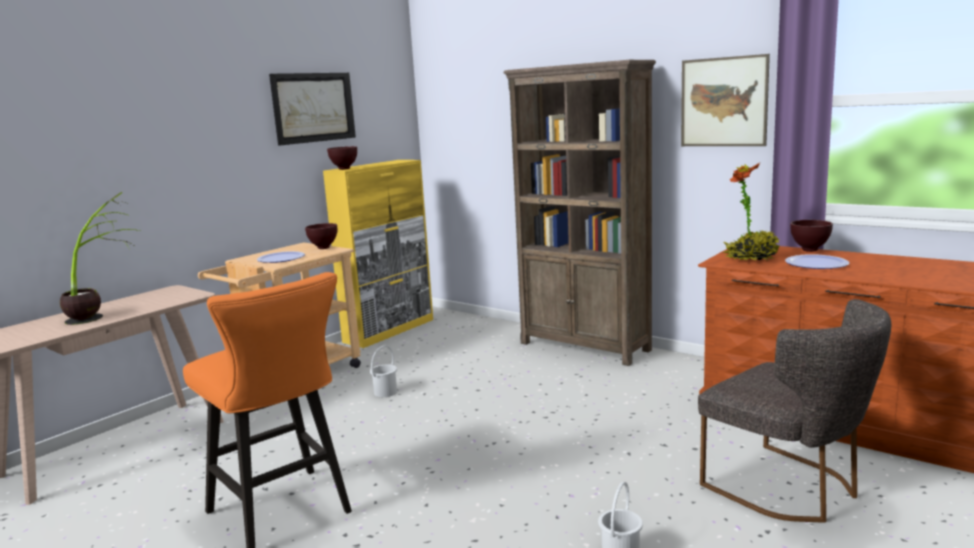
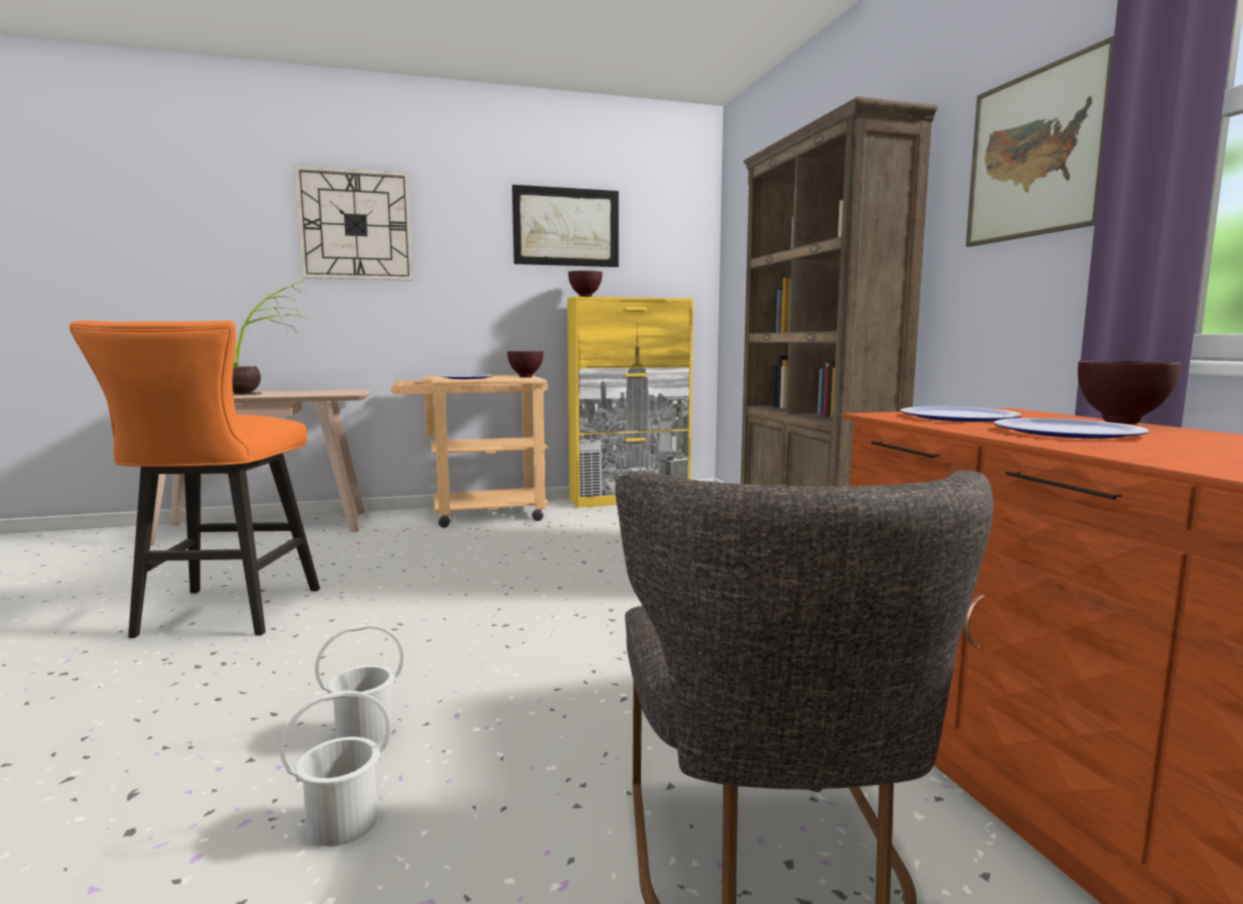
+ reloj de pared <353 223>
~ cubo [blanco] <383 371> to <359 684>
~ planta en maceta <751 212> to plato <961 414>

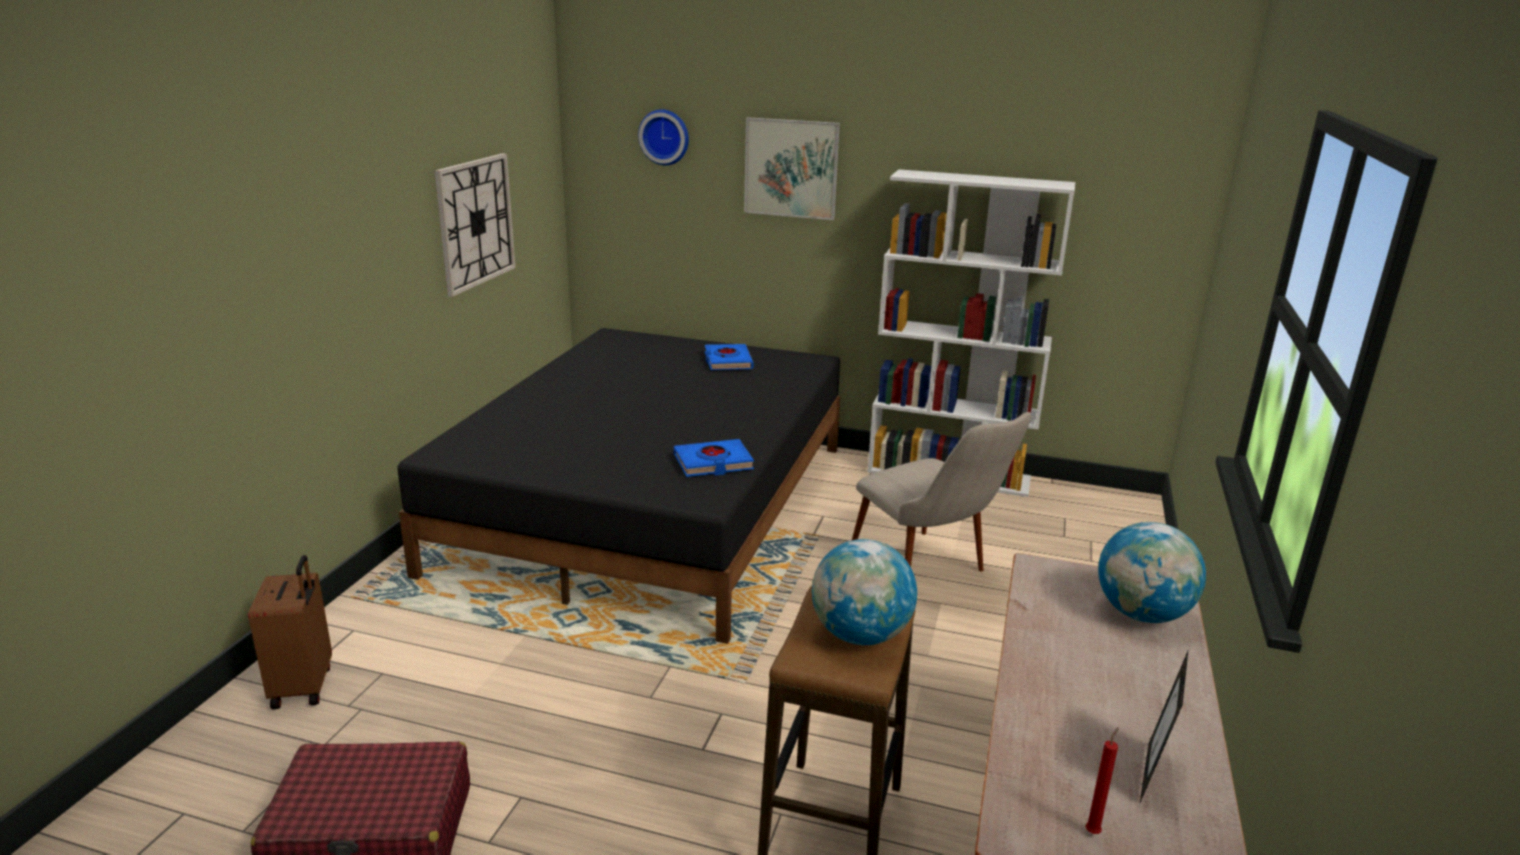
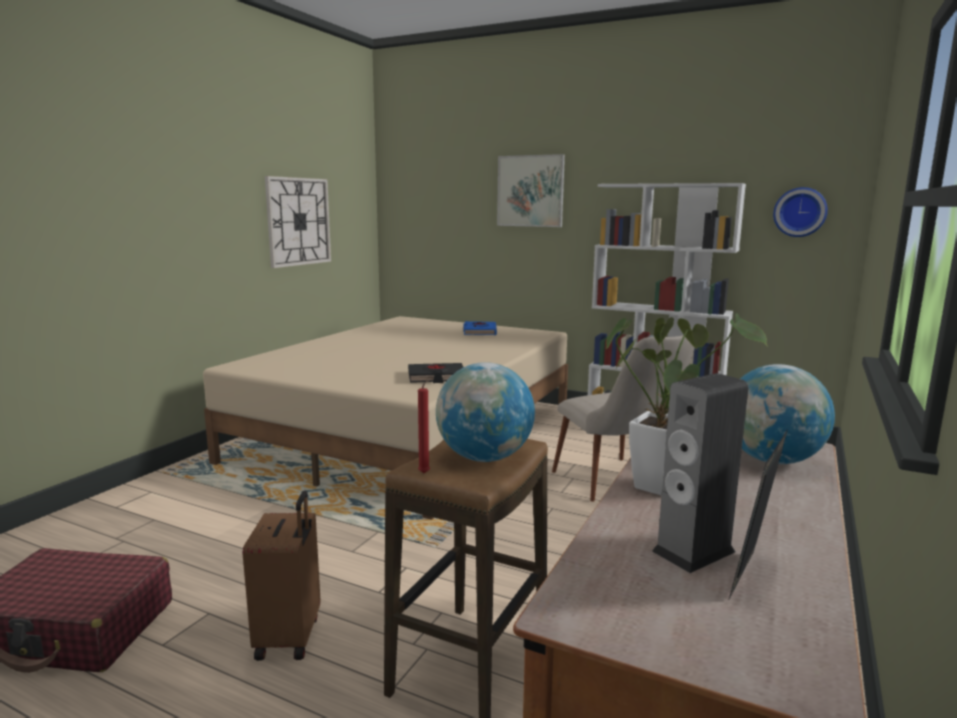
~ cama [negro] <619 486> to cama [beis] <385 418>
~ maleta [marrón] <290 632> to <281 576>
~ libro [azul] <714 458> to libro [negro] <435 373>
~ vela [rojo] <1102 780> to <424 425>
+ planta en maceta <686 404>
+ altavoz <700 473>
~ reloj de pared <663 137> to <800 212>

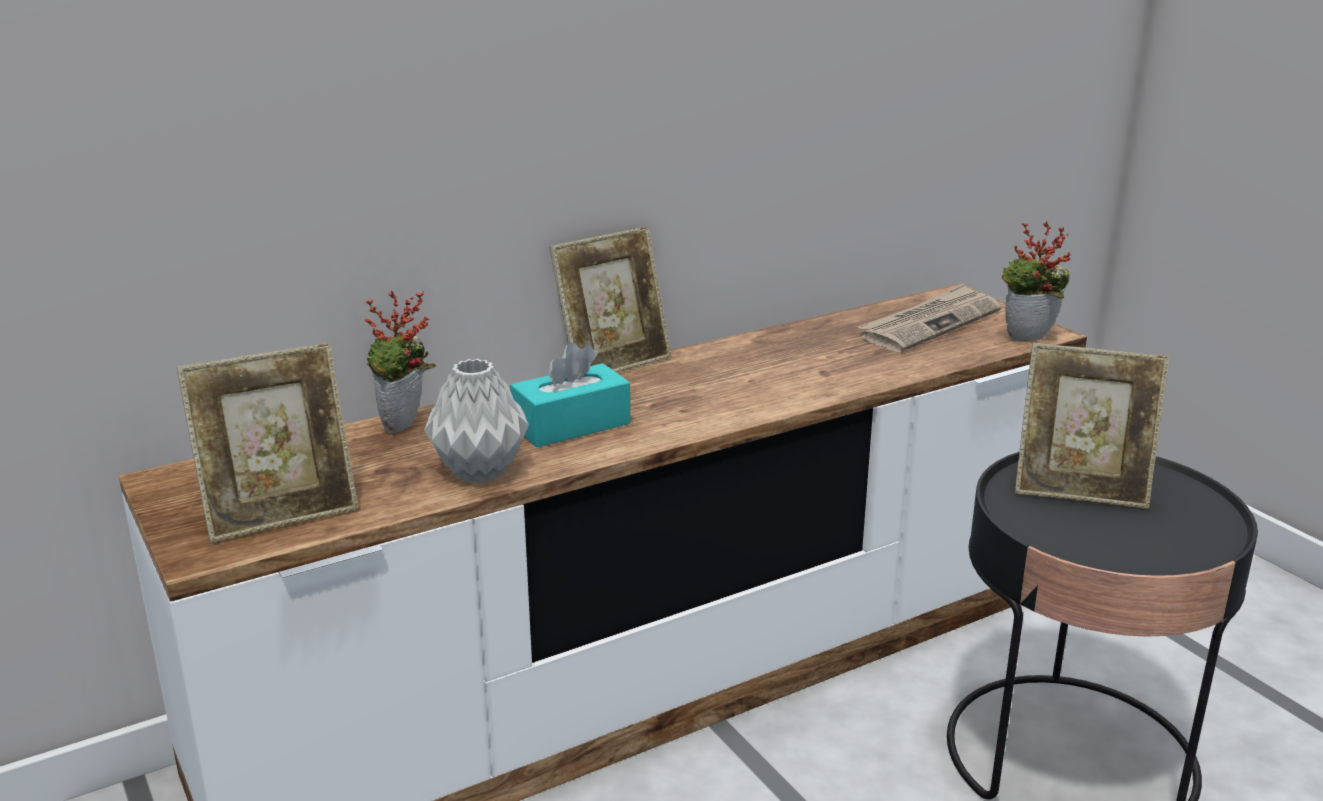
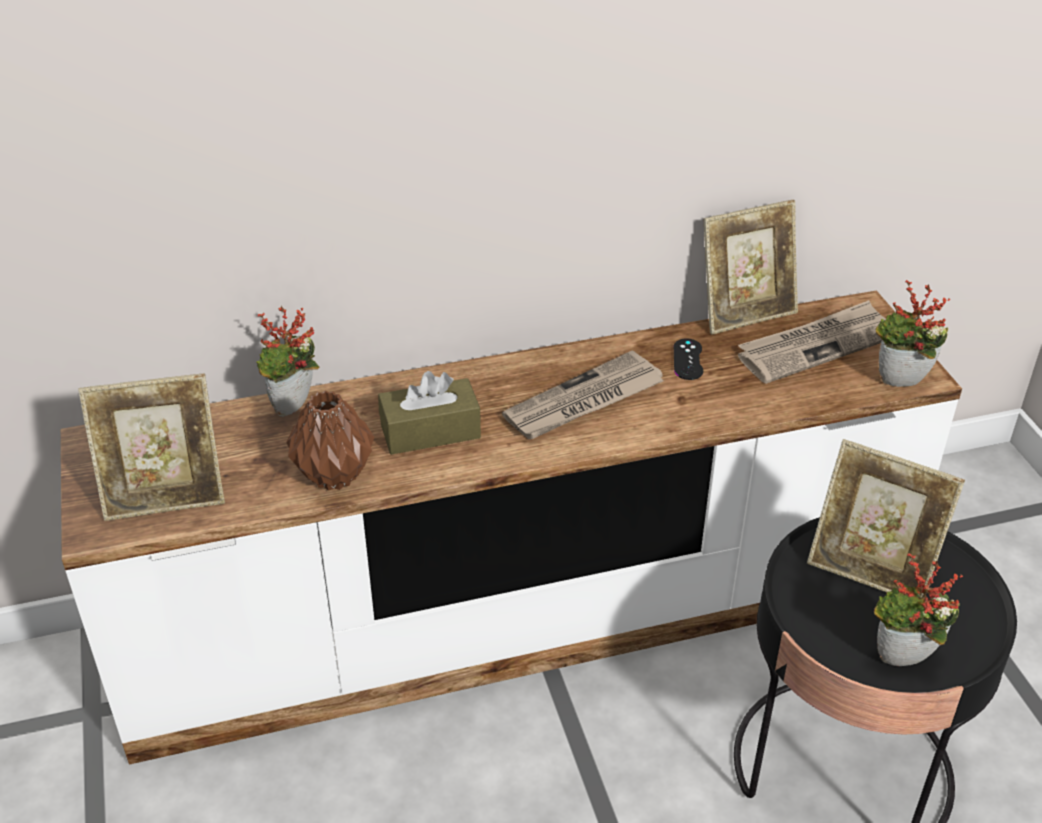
~ florero [gris] <476 421> to florero [marrón] <330 440>
~ caja de pañuelos [turquesa] <570 395> to caja de pañuelos [marrón] <429 413>
+ periódico <583 394>
+ mando de consola [negro] <688 359>
~ portarretratos <611 299> to <751 267>
+ planta en maceta <918 609>

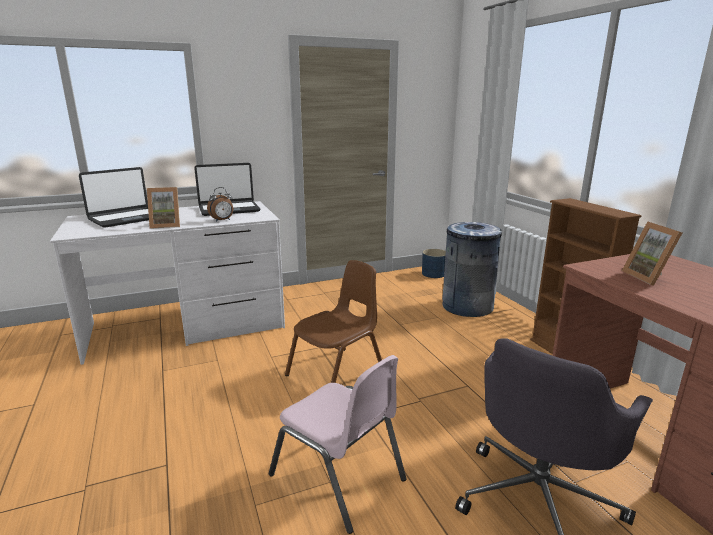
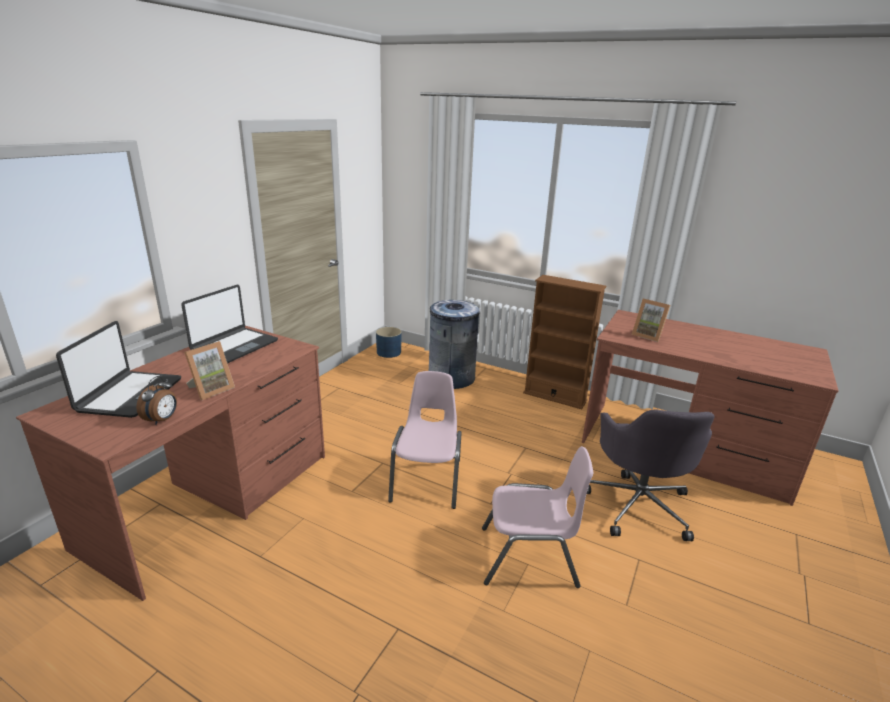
~ escritorio [blanco] <167 283> to escritorio [marrón] <170 463>
~ despertador <220 204> to <156 400>
~ silla [marrón] <333 321> to silla [rosa] <424 440>

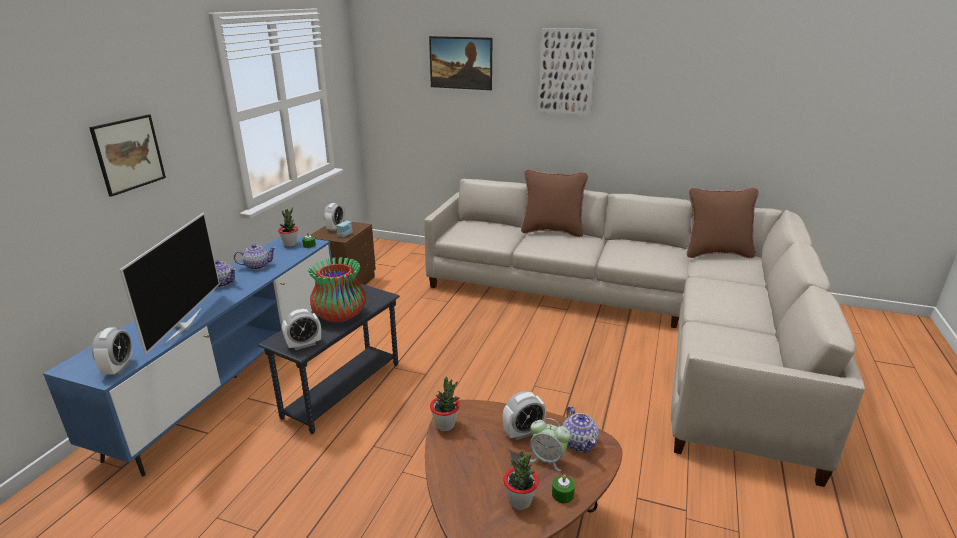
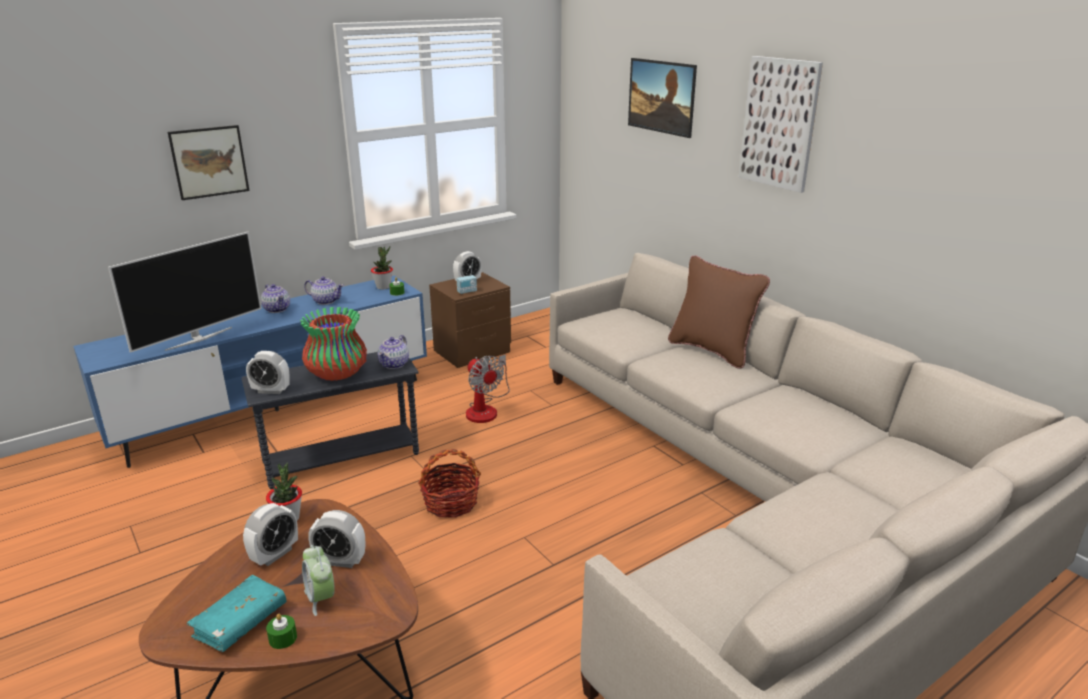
~ planta en maceta <521 480> to libro [turquesa] <237 613>
~ despertador <112 351> to <270 534>
~ tetera <581 429> to <393 352>
+ cesta <449 483>
+ ventilador <488 388>
- cojín [marrón] <723 222>

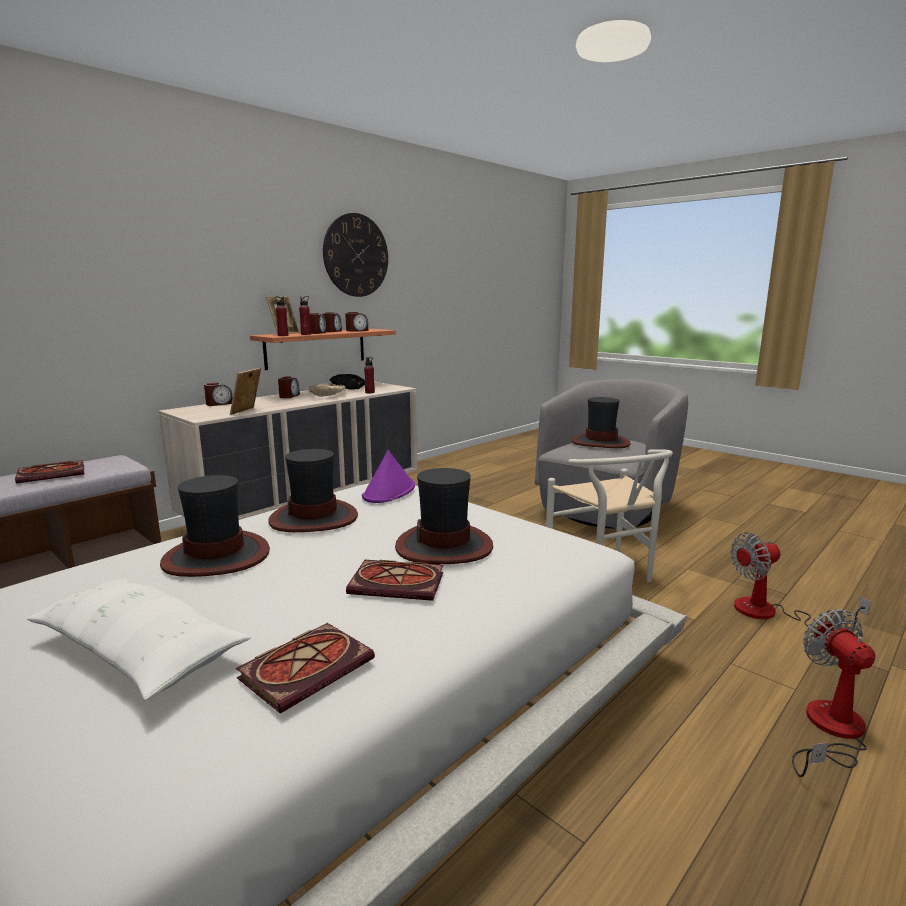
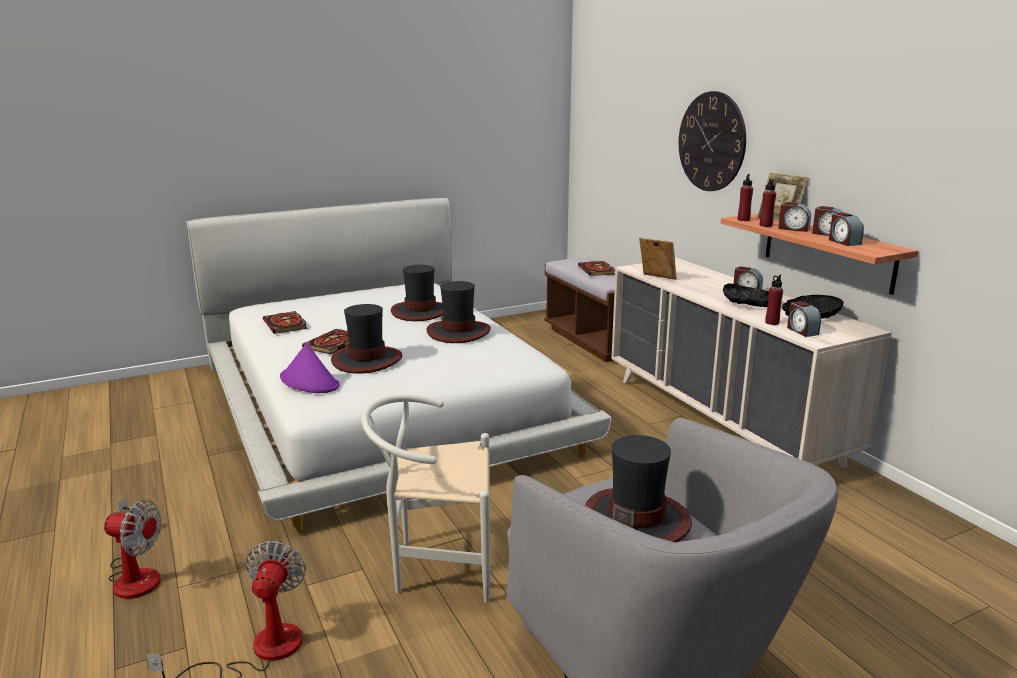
~ sombrero [morado] <388 476> to <309 368>
~ reloj de pared <355 255> to <712 141>
~ cuenco [beis] <326 390> to cuenco [negro] <746 295>
~ despertador <218 394> to <804 319>
- cojín [blanco] <139 639>

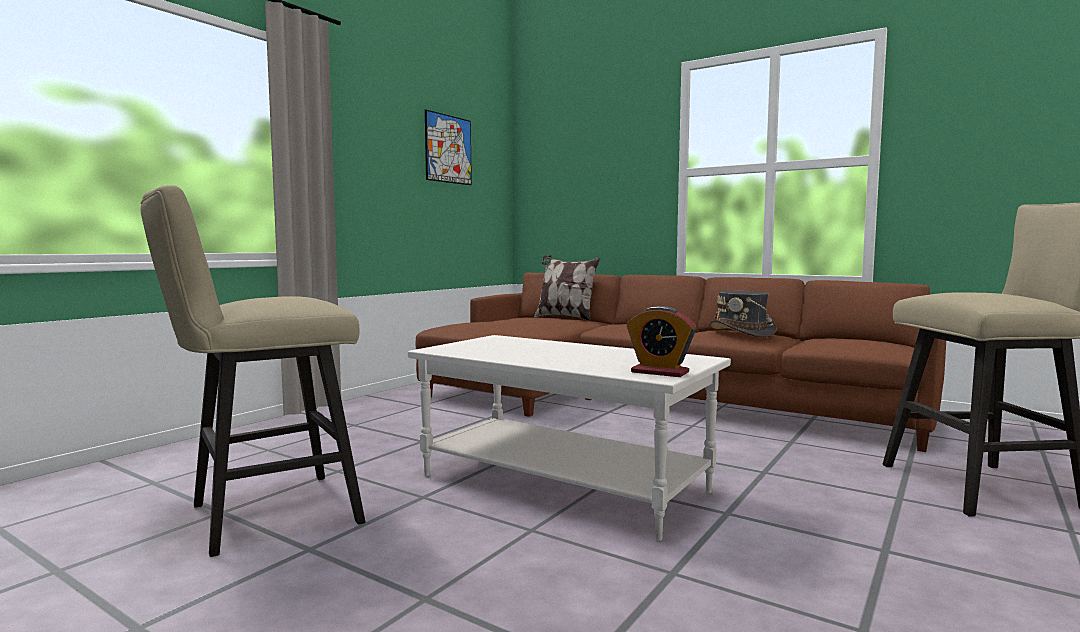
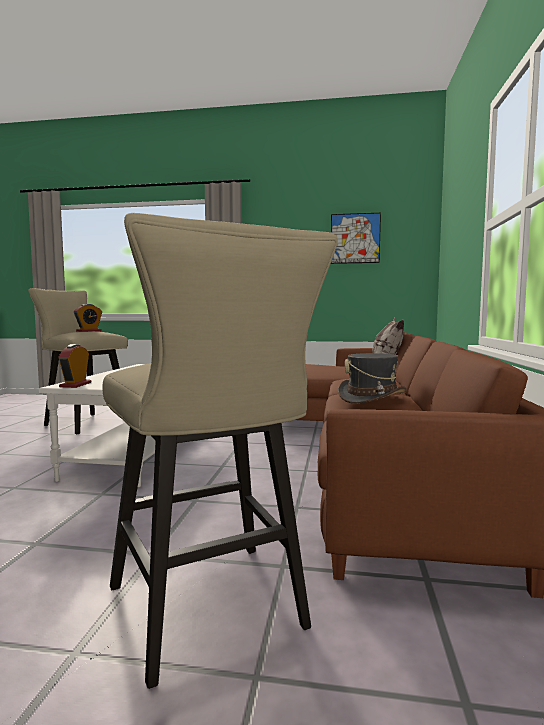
+ despertador <88 318>

